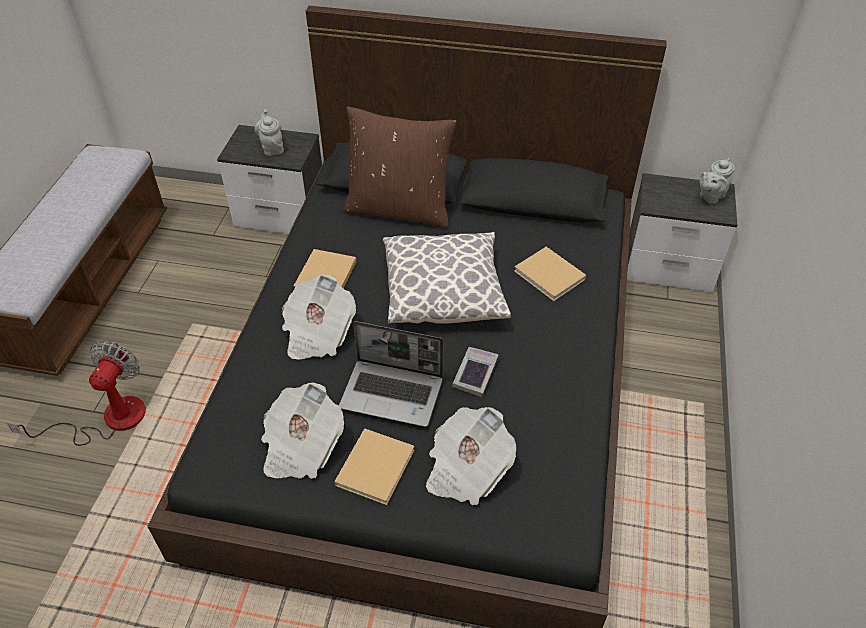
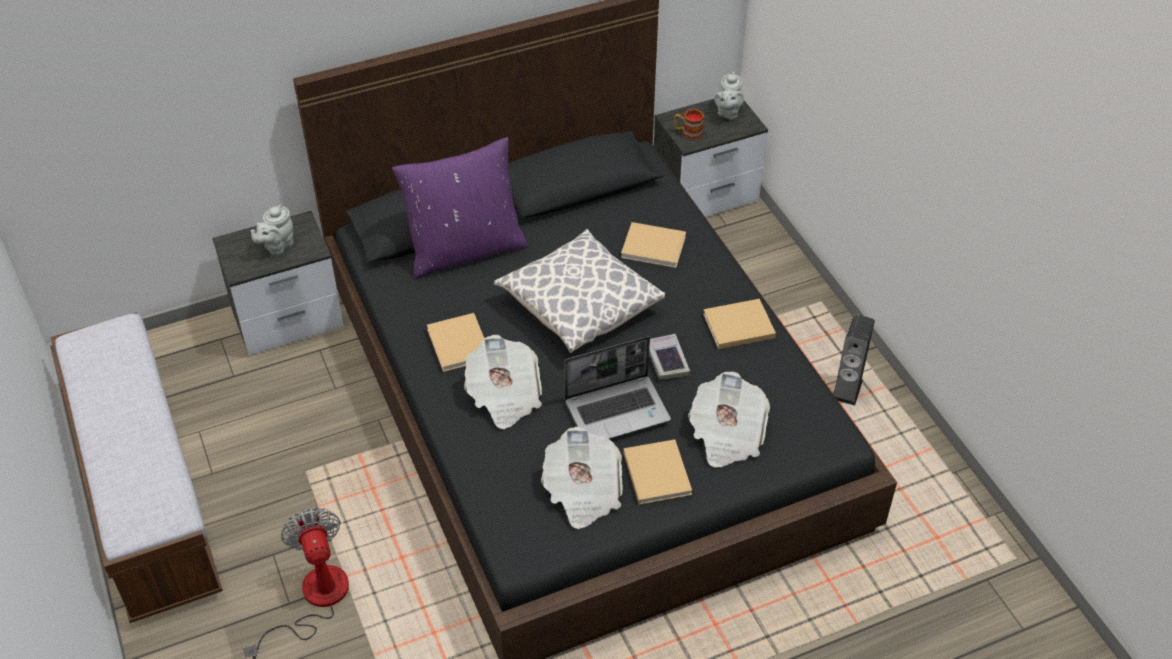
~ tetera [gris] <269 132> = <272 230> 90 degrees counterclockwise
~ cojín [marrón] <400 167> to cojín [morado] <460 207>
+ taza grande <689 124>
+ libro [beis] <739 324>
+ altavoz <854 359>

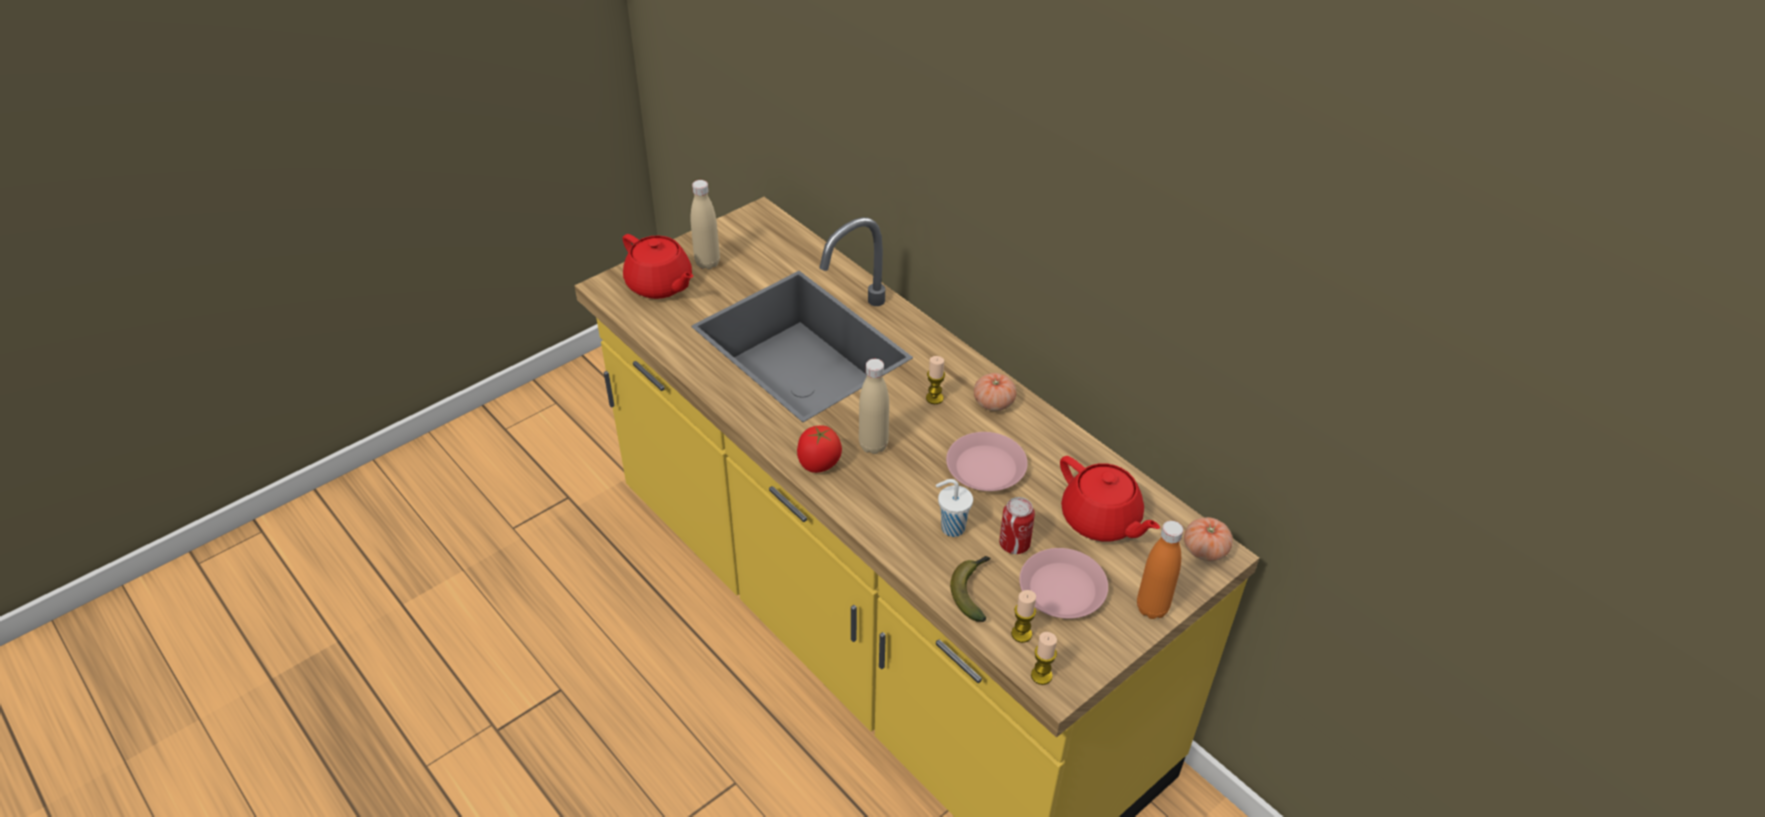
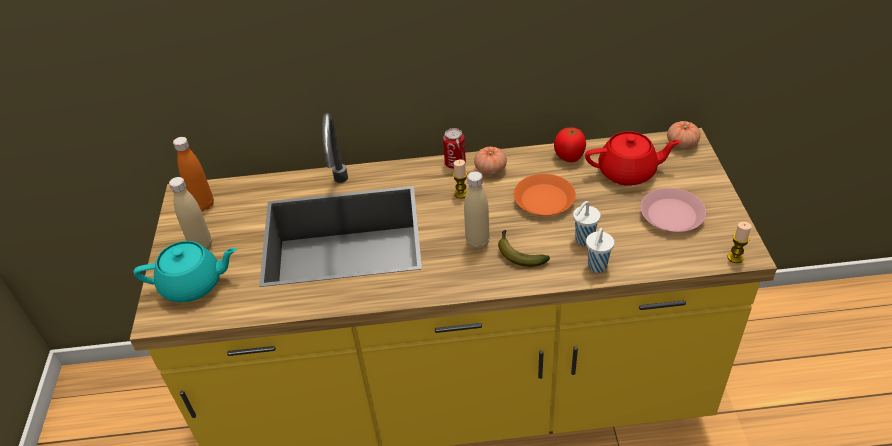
~ tetera [rojo] <658 266> to tetera [turquesa] <185 271>
~ botella [naranja] <1160 570> to <193 174>
~ lata <1017 525> to <454 148>
~ plátano <970 589> to <524 248>
~ plato [rosa] <987 461> to plato [naranja] <545 195>
~ tomate <819 449> to <570 144>
+ taza [blanco] <600 250>
- vela <1023 616>

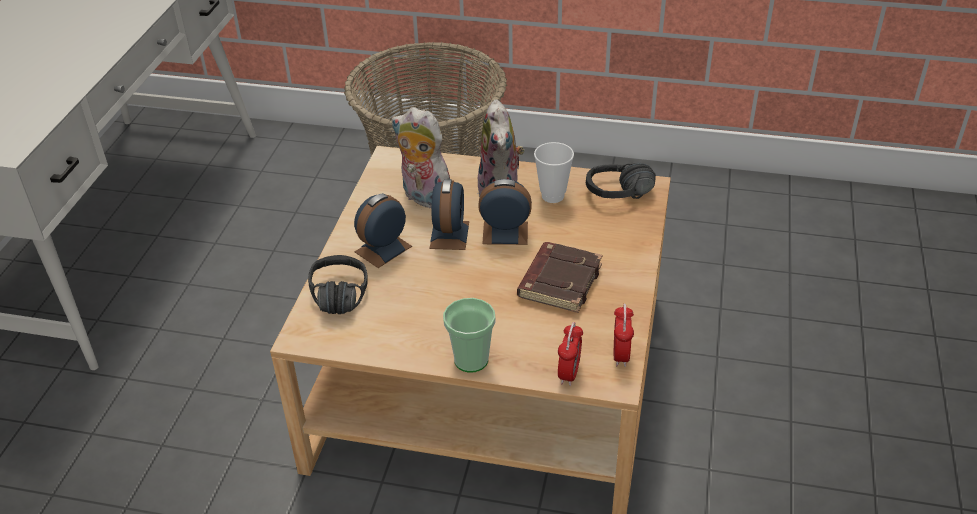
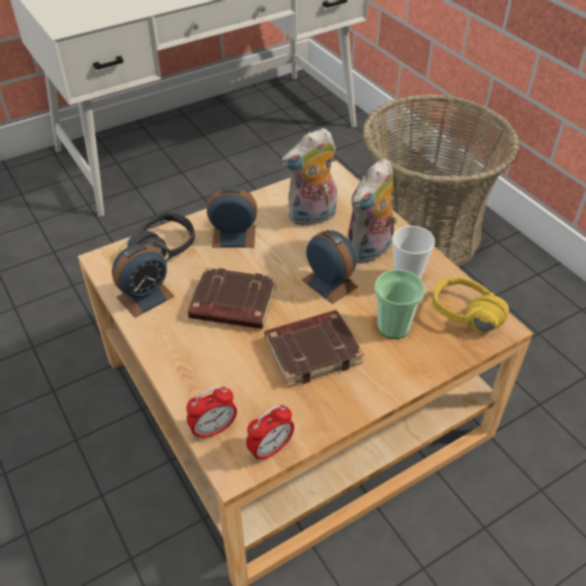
~ despertador <449 214> to <143 281>
+ libro [marrón] <232 298>
~ peluche <421 157> = <309 177> 105 degrees counterclockwise
~ taza <469 335> to <399 304>
~ auriculares [negro] <621 181> to auriculares [amarillo] <470 304>

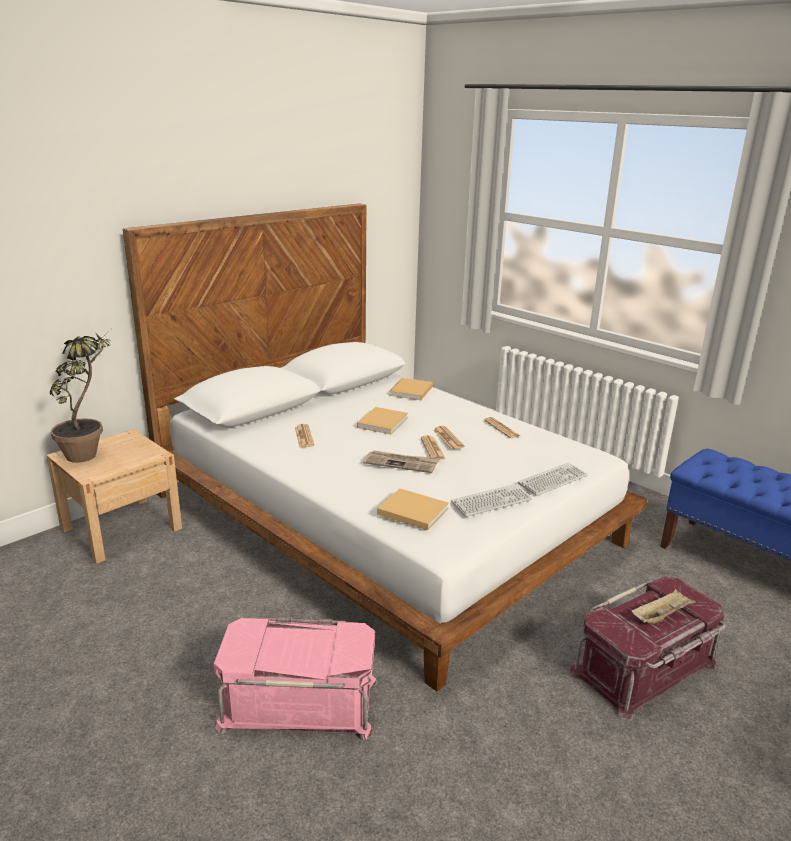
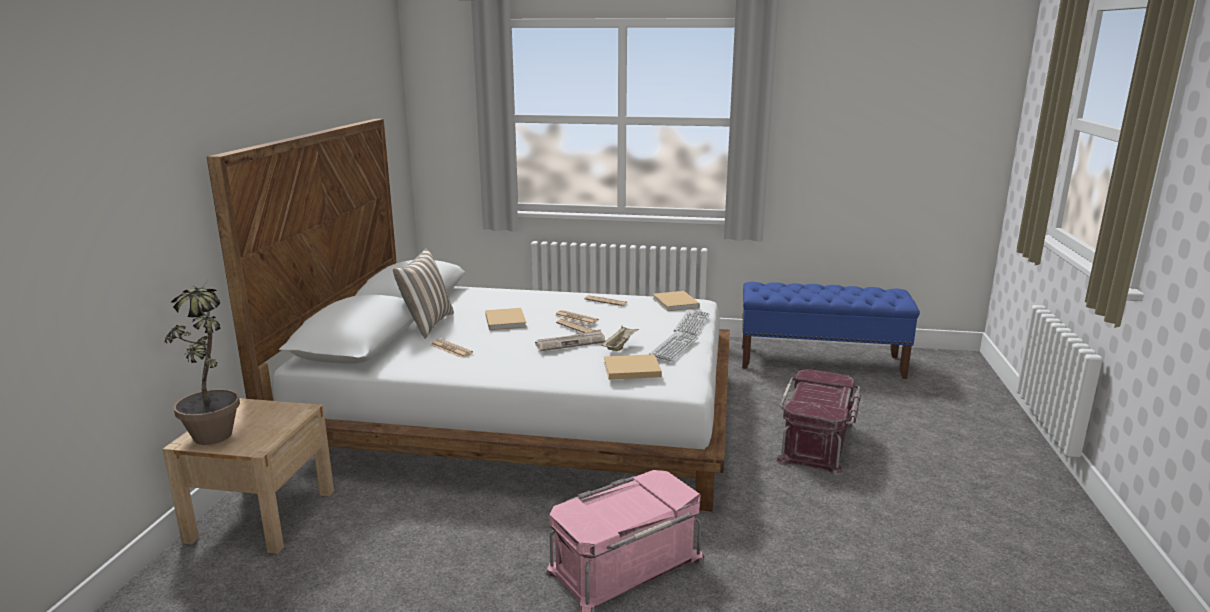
+ cojín <423 294>
~ bandeja [beis] <663 606> to <620 338>
~ libro [beis] <411 389> to <676 301>

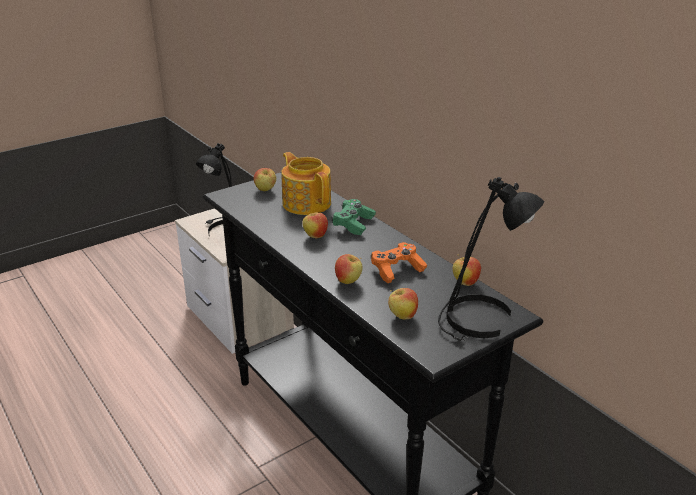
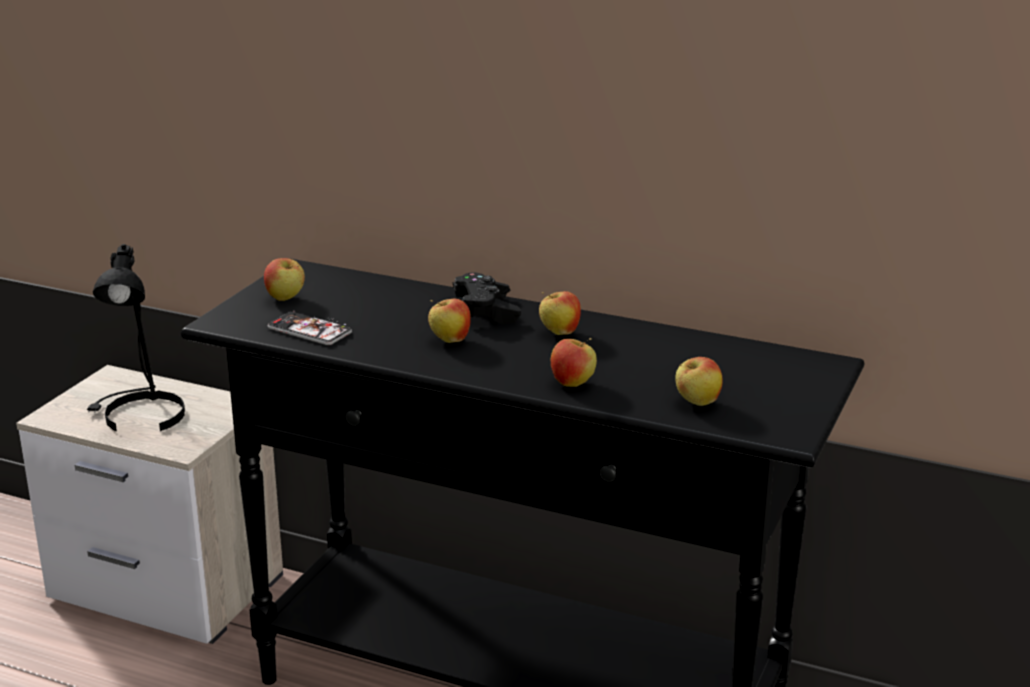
+ móvil <310 328>
~ mando de consola [verde] <354 217> to mando de consola [negro] <487 298>
~ manzana <466 270> to <560 313>
- tetera <306 183>
- mando de consola [naranja] <399 262>
- lámpara de mesa [negro] <491 259>

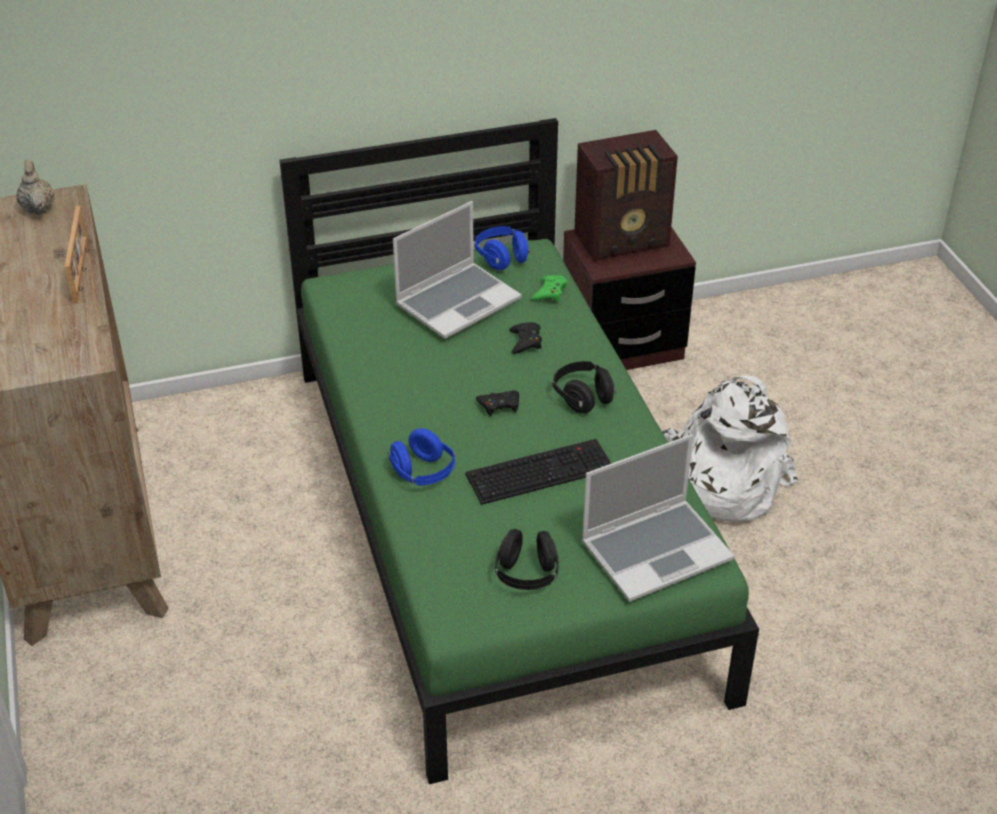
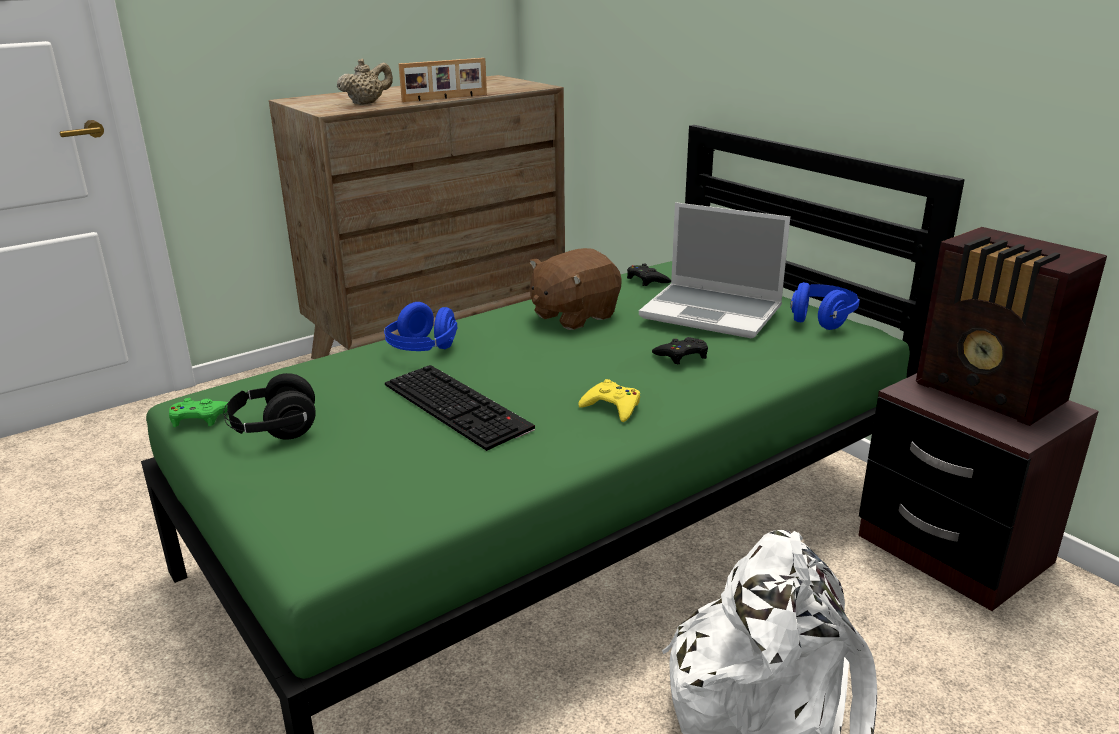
~ mando de consola [verde] <549 288> to <198 412>
~ tetera [beis] <35 187> to <365 81>
+ peluche [marrón] <575 289>
~ auriculares [negro] <584 387> to mando de consola [amarillo] <609 400>
~ mando de consola [negro] <497 403> to <649 275>
- portátil <658 518>

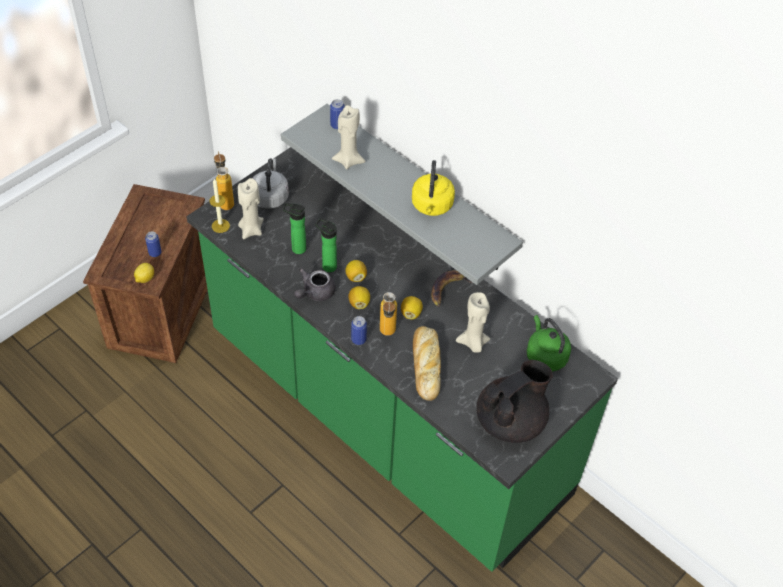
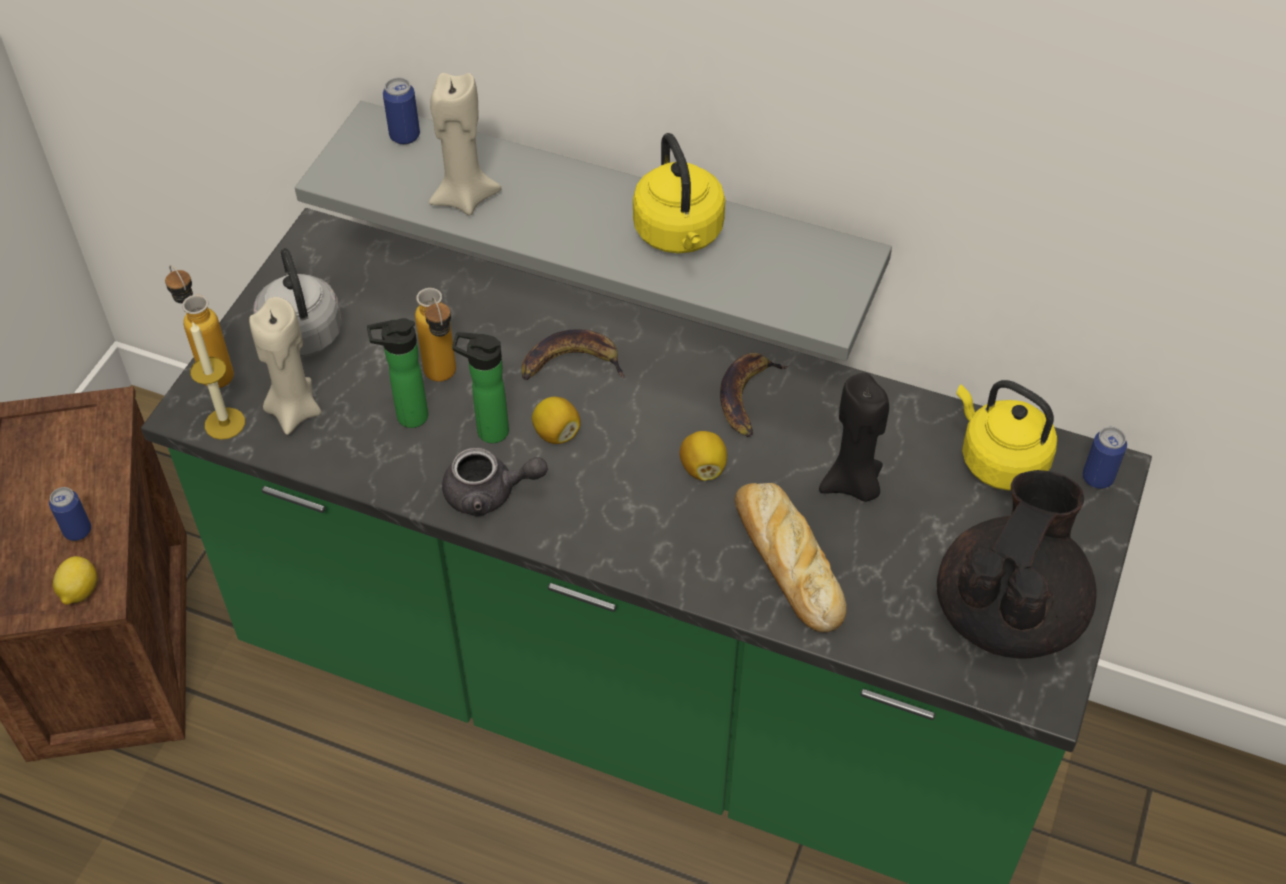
~ botella <388 314> to <435 335>
~ tetera [gris] <315 285> = <495 482> 105 degrees counterclockwise
+ plátano <574 355>
~ vela [beis] <473 322> to vela [negro] <854 437>
~ hervidor [verde] <549 343> to hervidor [amarillo] <1007 435>
~ lata <359 330> to <1105 458>
- limón <359 297>

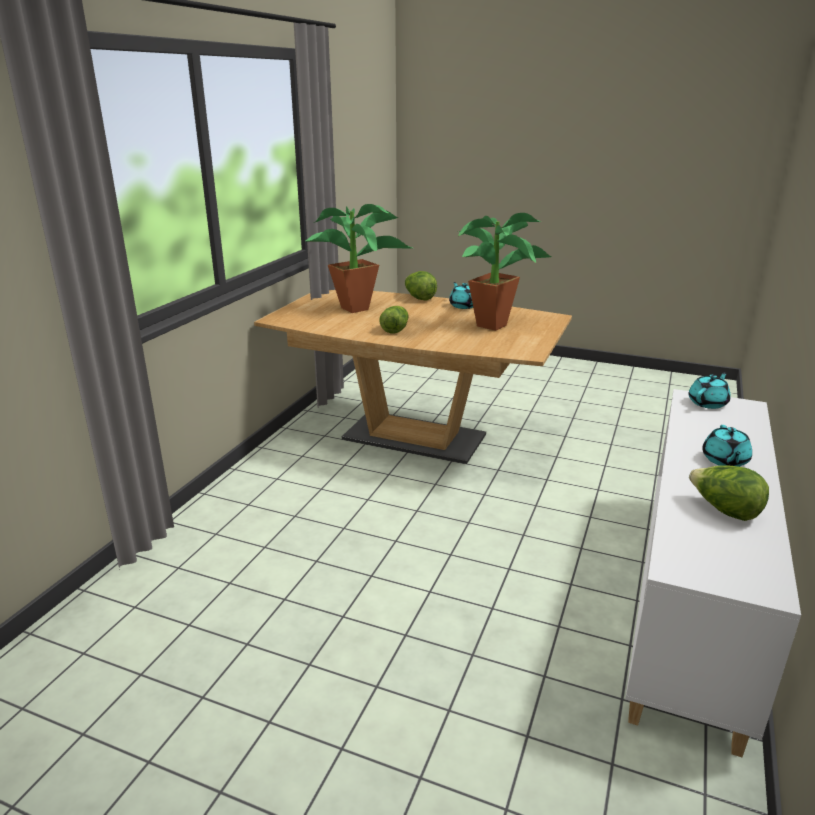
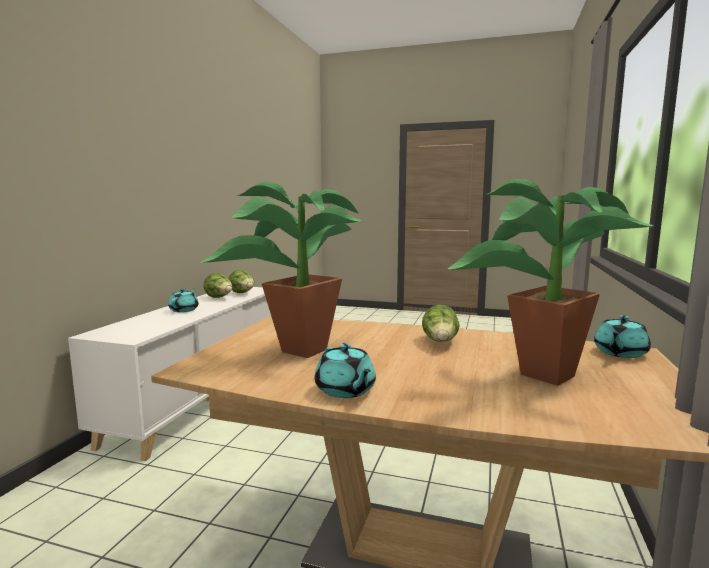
~ lechuga <421 286> to <241 281>
~ tetera [turquesa] <710 390> to <622 336>

